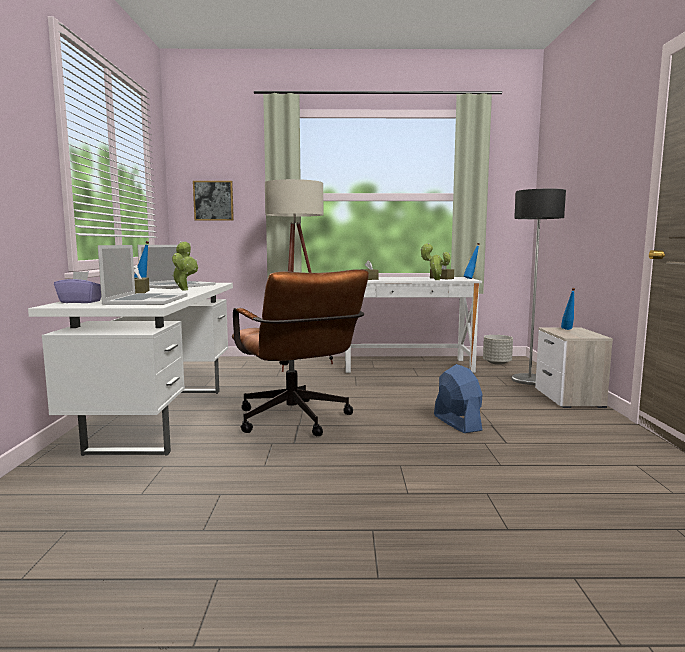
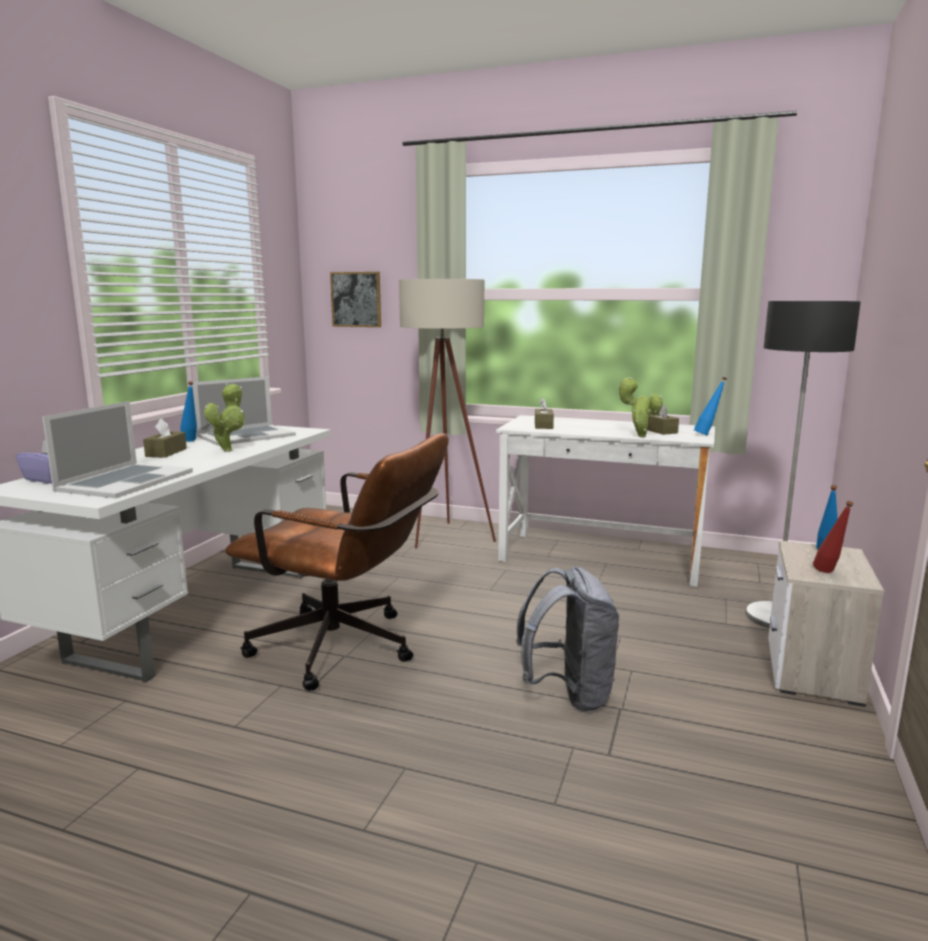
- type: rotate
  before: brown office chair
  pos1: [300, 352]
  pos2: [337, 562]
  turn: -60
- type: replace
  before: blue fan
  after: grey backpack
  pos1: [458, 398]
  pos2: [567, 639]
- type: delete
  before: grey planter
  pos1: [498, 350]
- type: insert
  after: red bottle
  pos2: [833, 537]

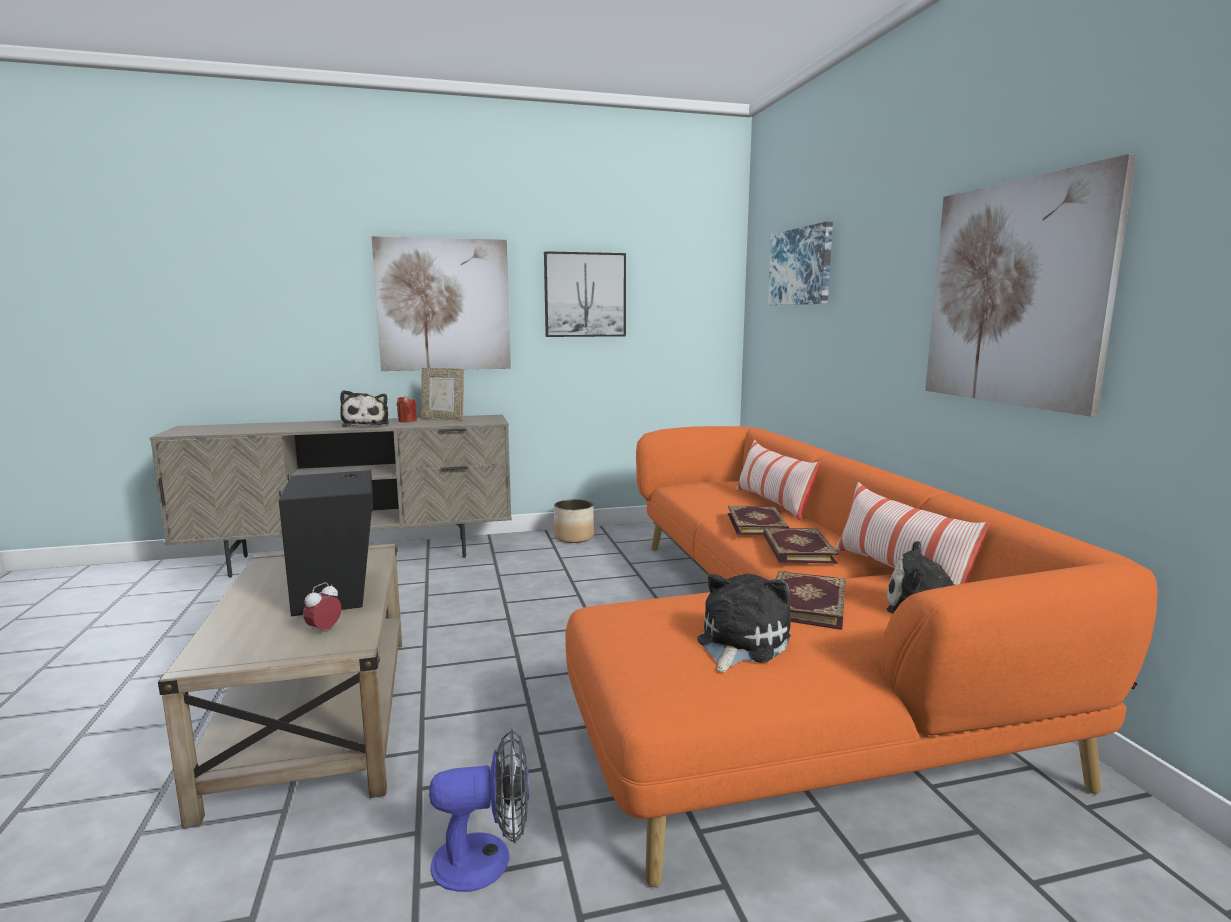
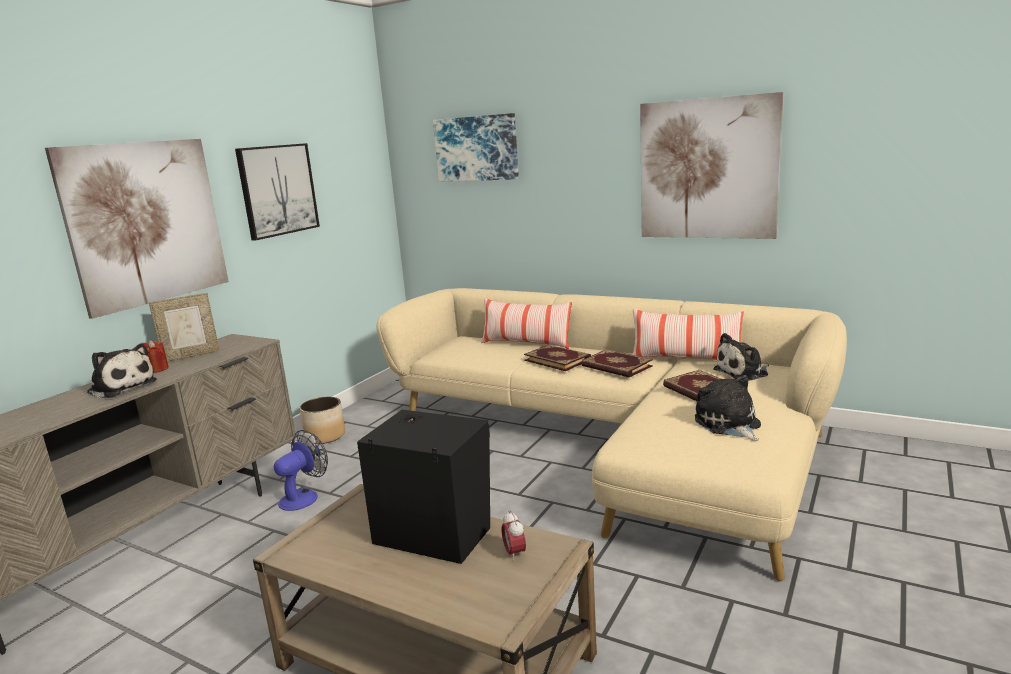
- type: move
  before: fan
  pos1: [479, 810]
  pos2: [301, 470]
- type: recolor
  before: orange sofa
  after: beige sofa
  pos1: [861, 656]
  pos2: [611, 434]

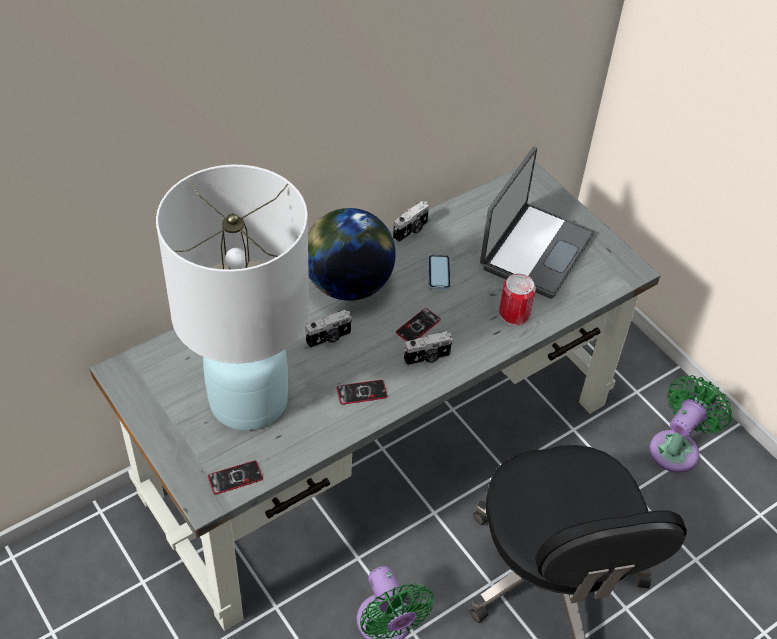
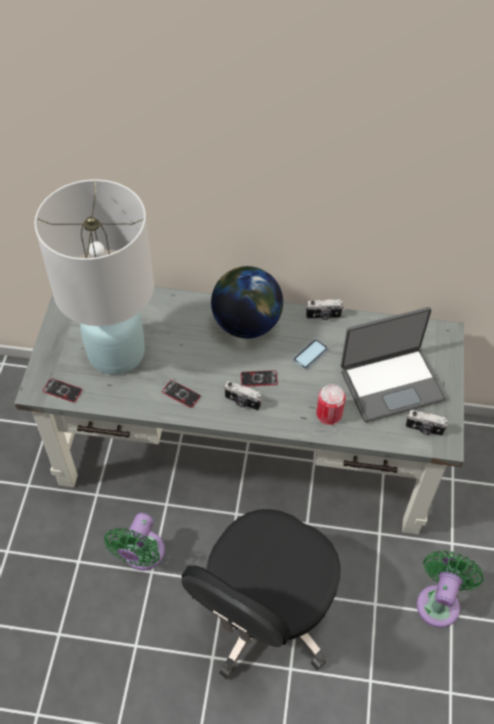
- type: move
  before: photo camera
  pos1: [328, 329]
  pos2: [426, 423]
- type: rotate
  before: green fan
  pos1: [690, 424]
  pos2: [450, 589]
  turn: -60

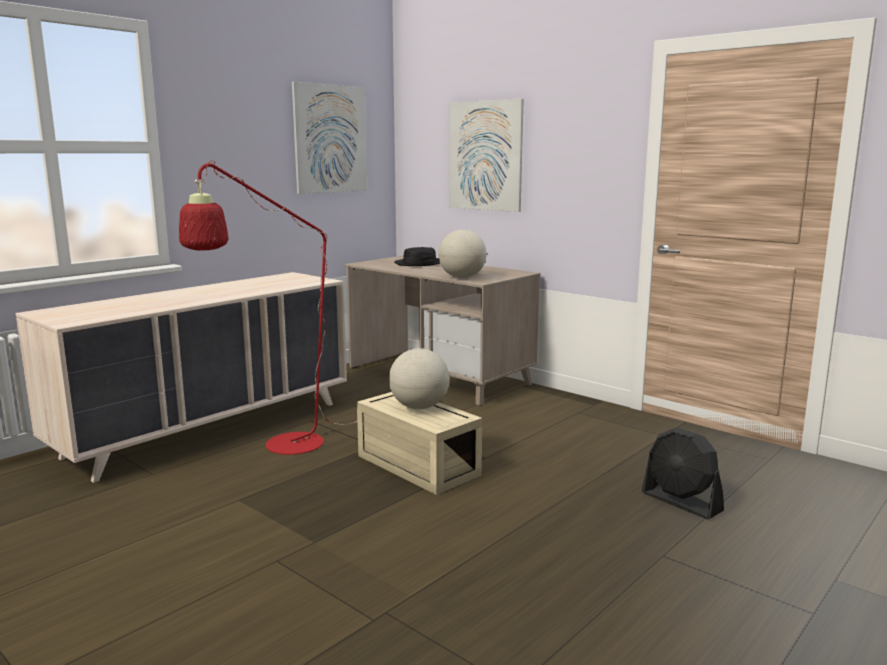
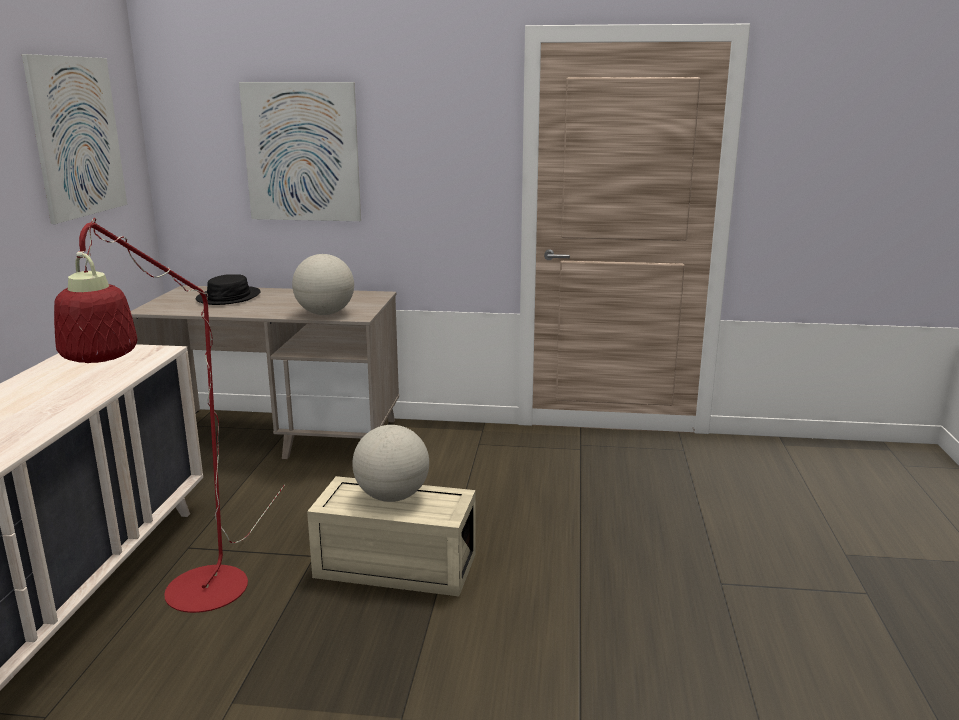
- type: delete
  before: black fan
  pos1: [682, 473]

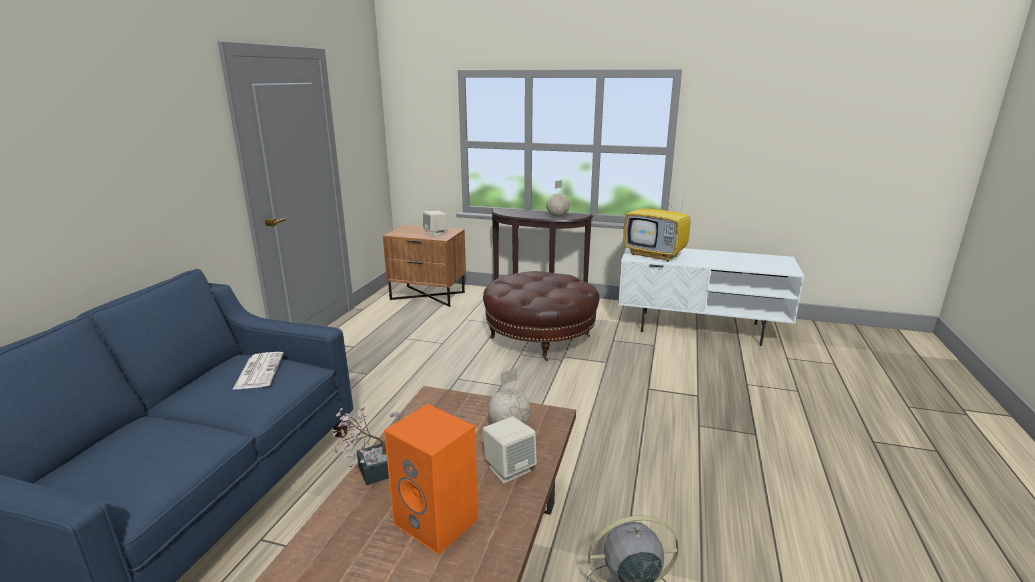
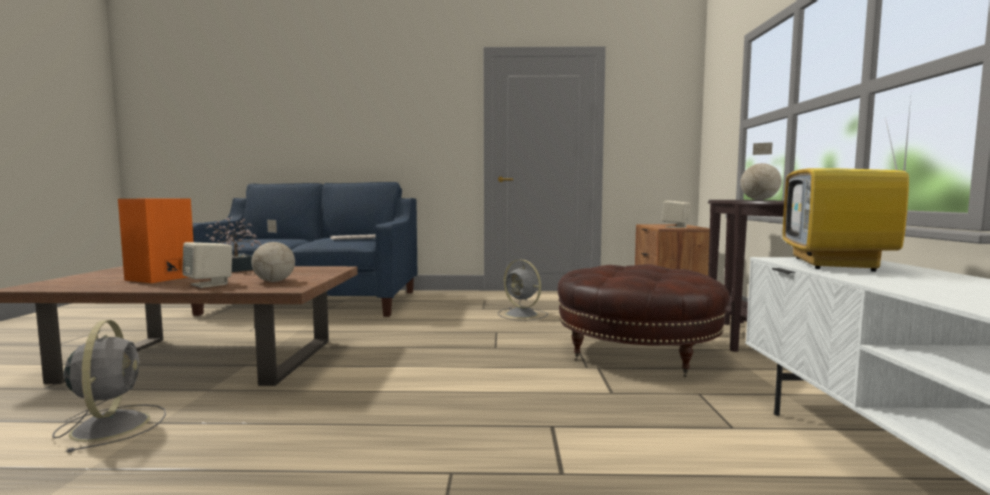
- type: insert
  after: grey fan
  pos2: [523, 290]

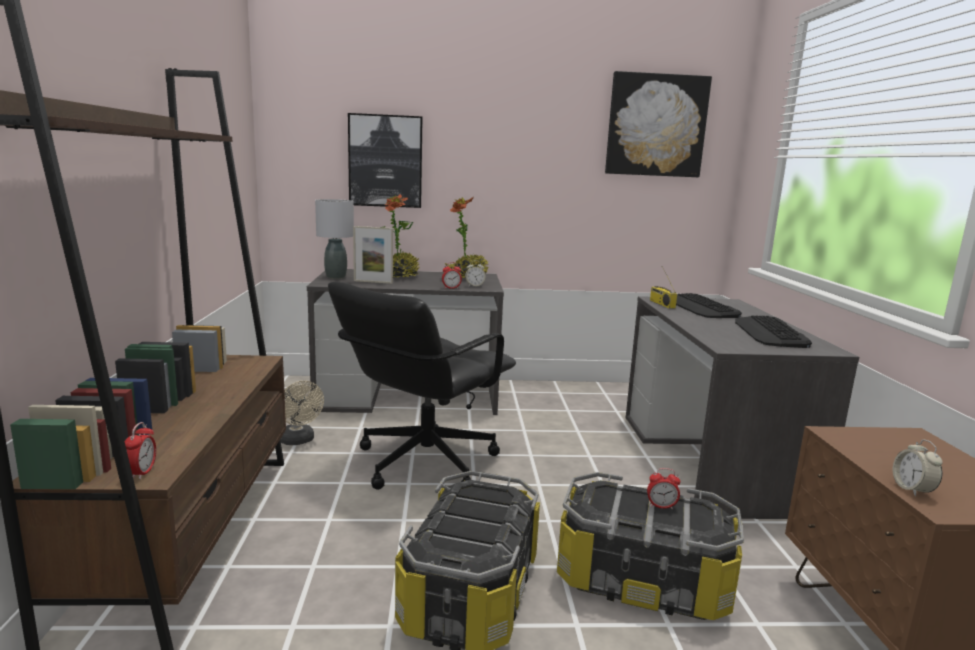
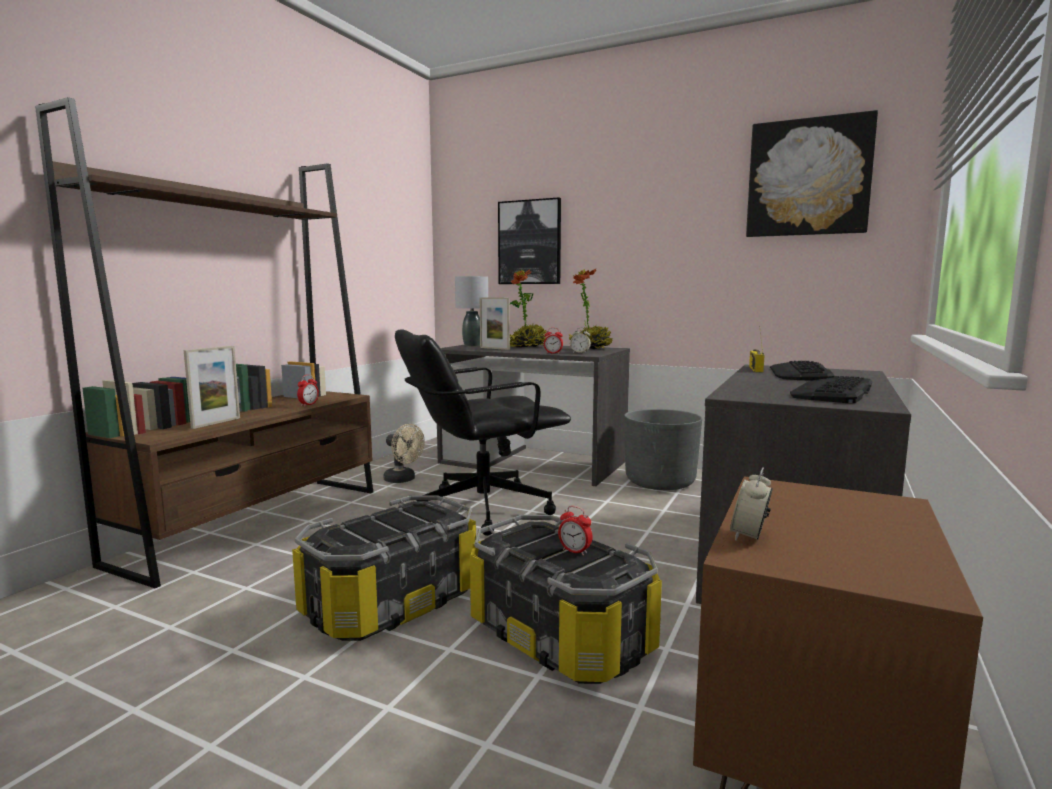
- type: move
  before: alarm clock
  pos1: [140, 450]
  pos2: [308, 390]
- type: rotate
  before: beige fan
  pos1: [302, 413]
  pos2: [404, 453]
  turn: -45
- type: insert
  after: picture frame
  pos2: [212, 387]
- type: insert
  after: grey planter
  pos2: [663, 449]

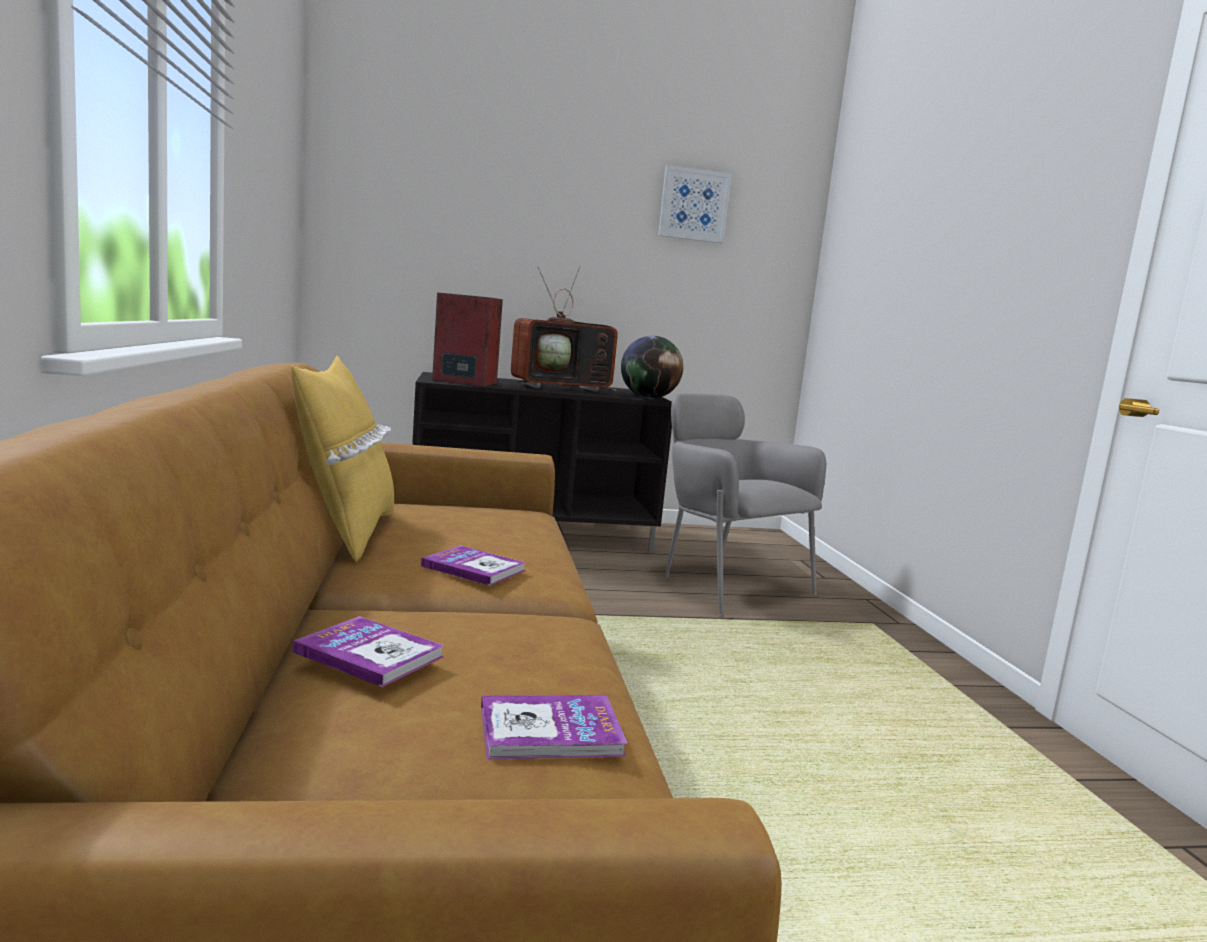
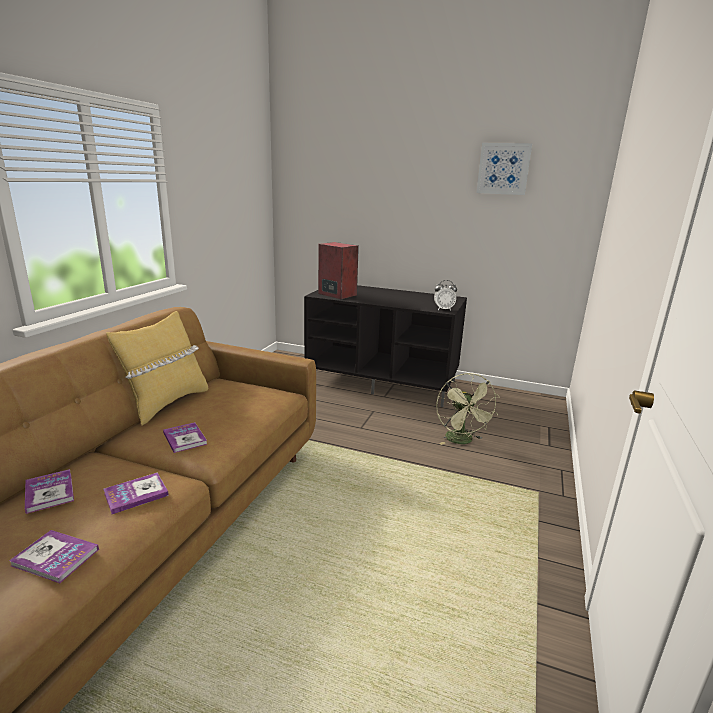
- type: delete
  before: television
  pos1: [564, 329]
- type: replace
  before: globe
  after: alarm clock
  pos1: [652, 367]
  pos2: [445, 295]
- type: replace
  before: grey armchair
  after: green fan
  pos1: [745, 505]
  pos2: [468, 409]
- type: insert
  after: book
  pos2: [136, 493]

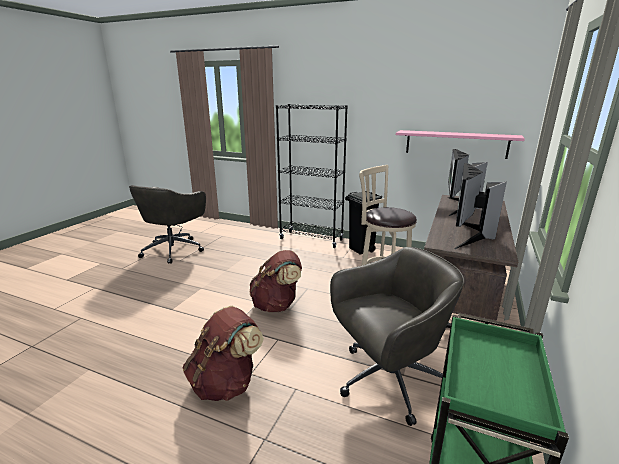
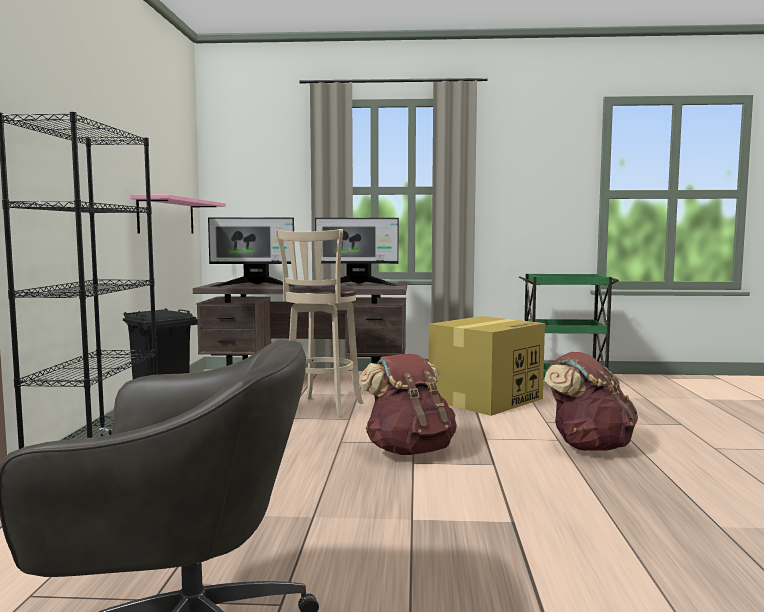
- type: replace
  before: grey office chair
  after: cardboard box
  pos1: [397, 336]
  pos2: [486, 366]

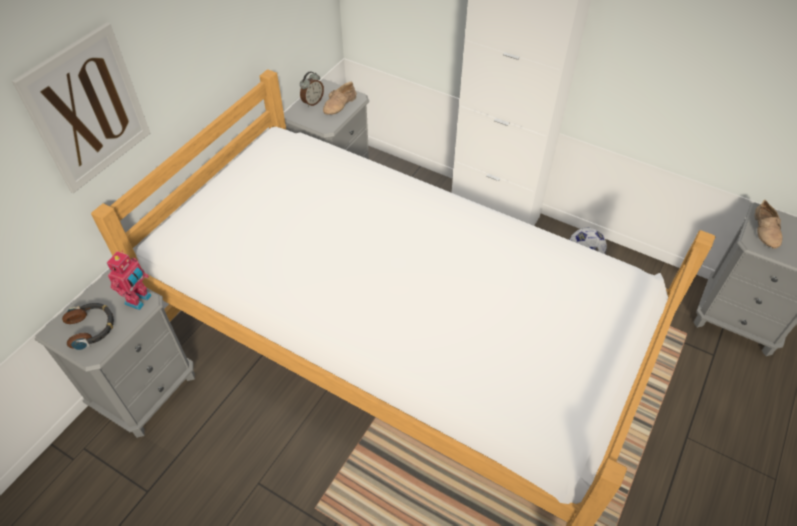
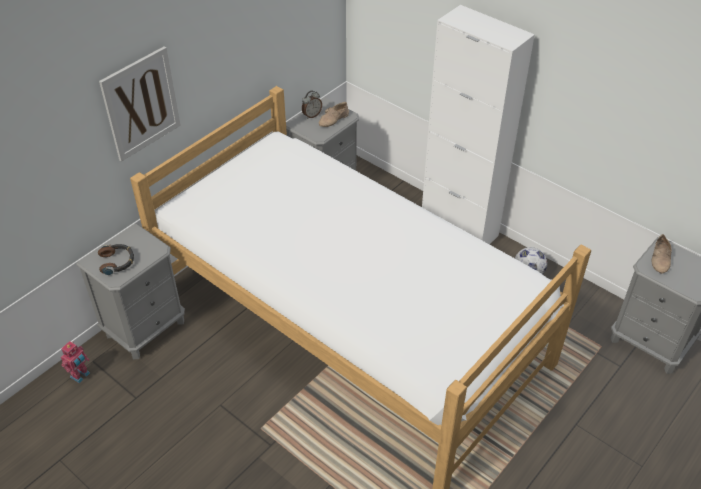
- type: move
  before: toy robot
  pos1: [129, 280]
  pos2: [75, 362]

